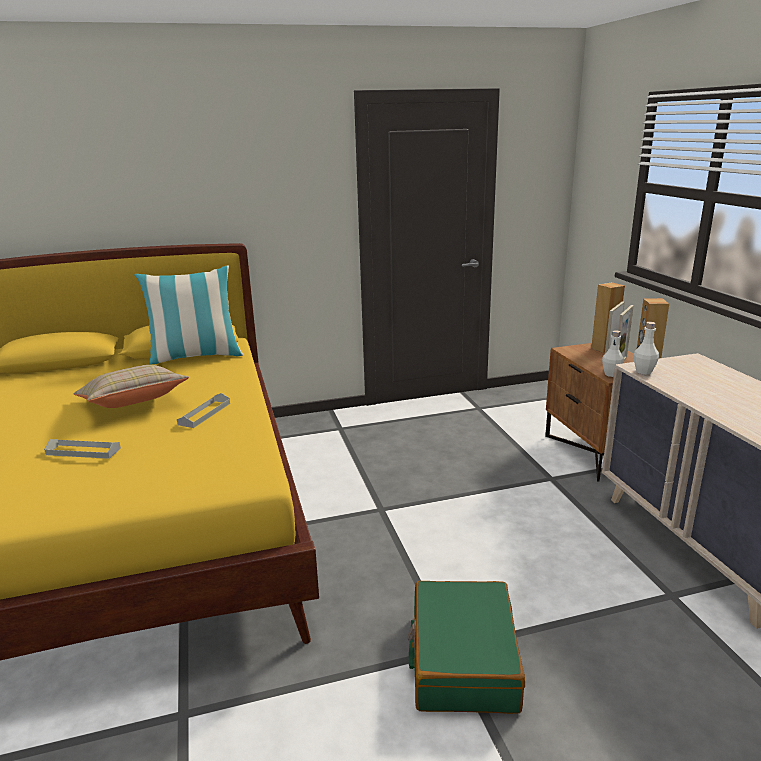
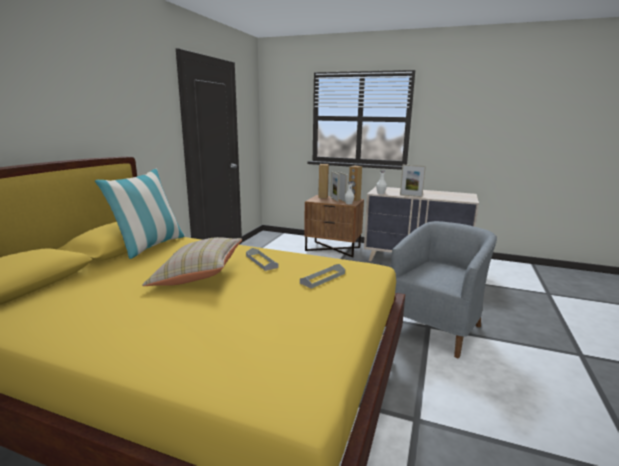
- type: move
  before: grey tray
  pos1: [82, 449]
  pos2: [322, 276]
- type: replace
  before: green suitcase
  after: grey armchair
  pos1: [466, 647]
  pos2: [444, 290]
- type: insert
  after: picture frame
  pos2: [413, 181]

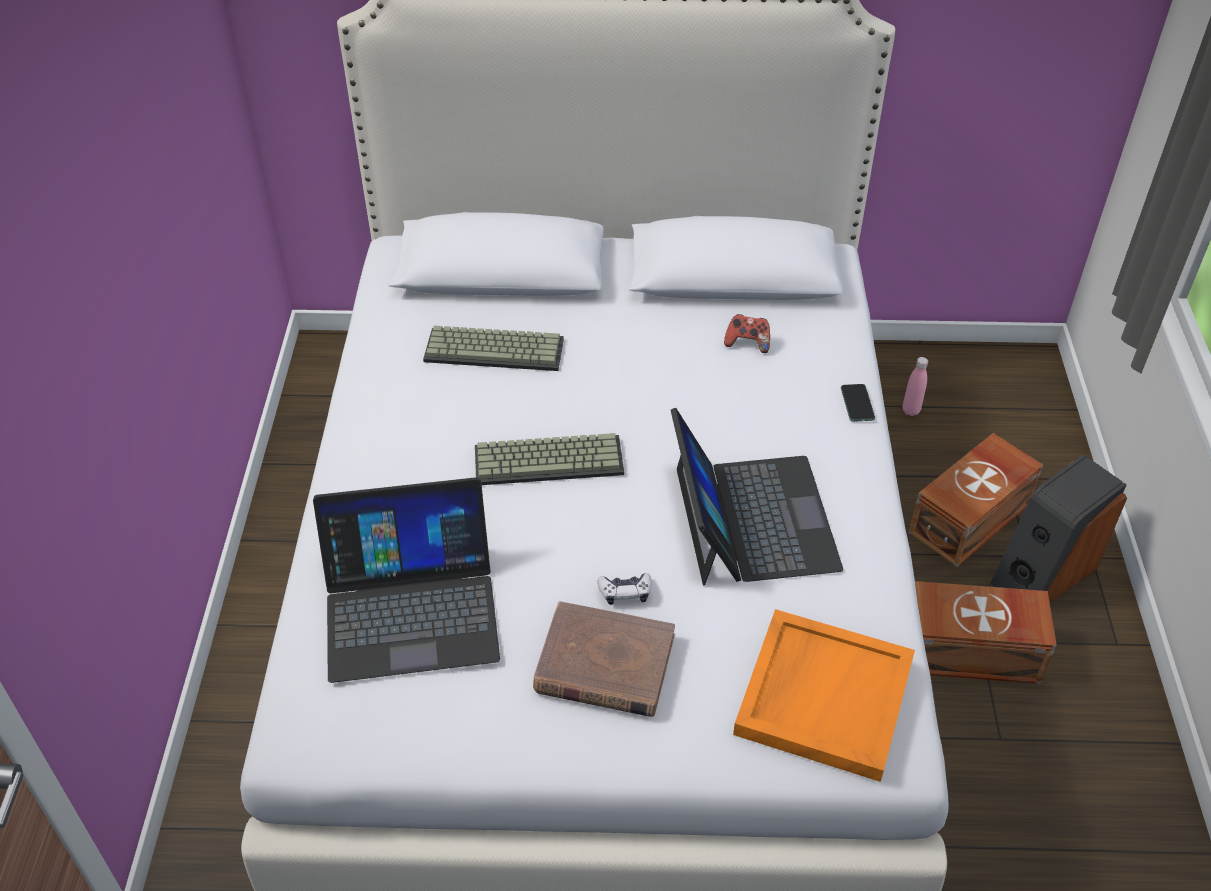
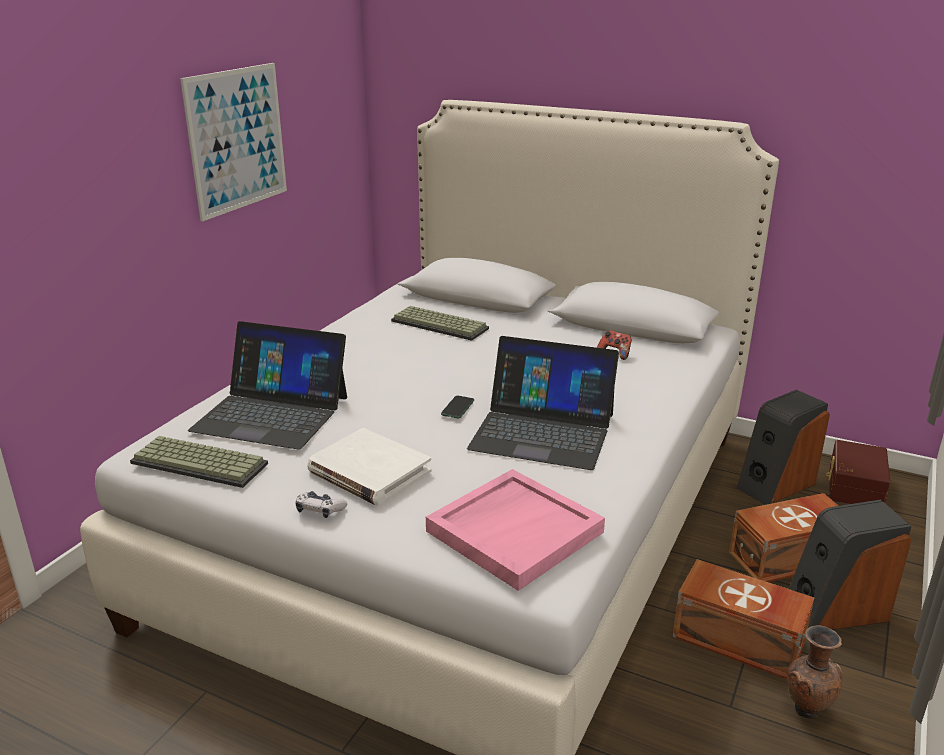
- type: move
  before: keyboard
  pos1: [549, 459]
  pos2: [199, 462]
- type: recolor
  before: brown book
  after: white book
  pos1: [604, 659]
  pos2: [369, 467]
- type: move
  before: game controller
  pos1: [624, 589]
  pos2: [321, 504]
- type: rotate
  before: laptop
  pos1: [757, 496]
  pos2: [543, 403]
  turn: 90
- type: recolor
  before: orange tray
  after: pink tray
  pos1: [824, 695]
  pos2: [515, 530]
- type: move
  before: phone
  pos1: [858, 403]
  pos2: [457, 407]
- type: replace
  before: pink bottle
  after: speaker
  pos1: [915, 386]
  pos2: [783, 447]
- type: insert
  after: picture
  pos2: [233, 142]
- type: insert
  after: brown vase
  pos2: [815, 672]
- type: insert
  after: brown storage box
  pos2: [858, 472]

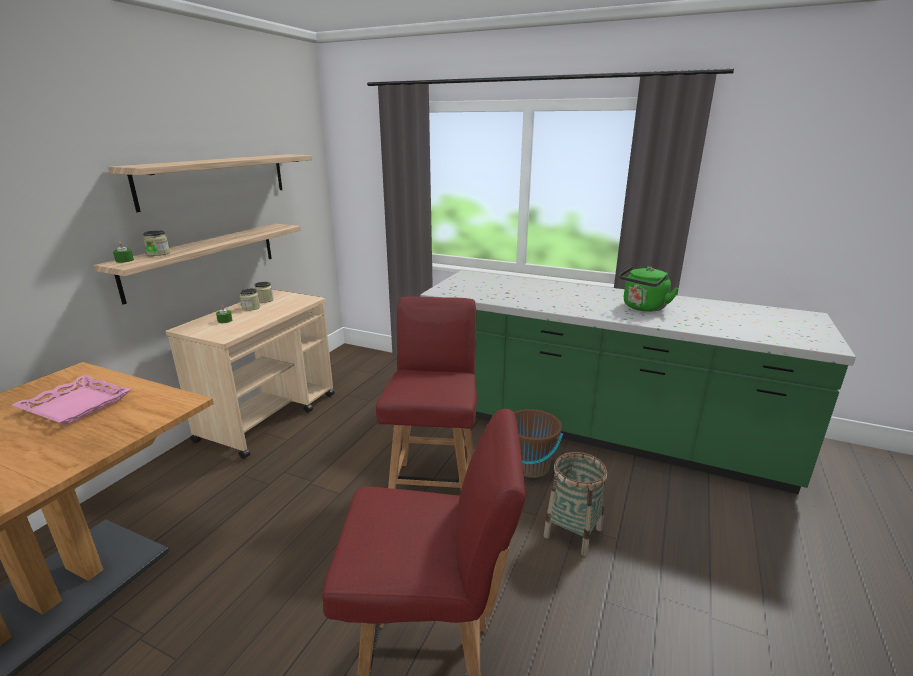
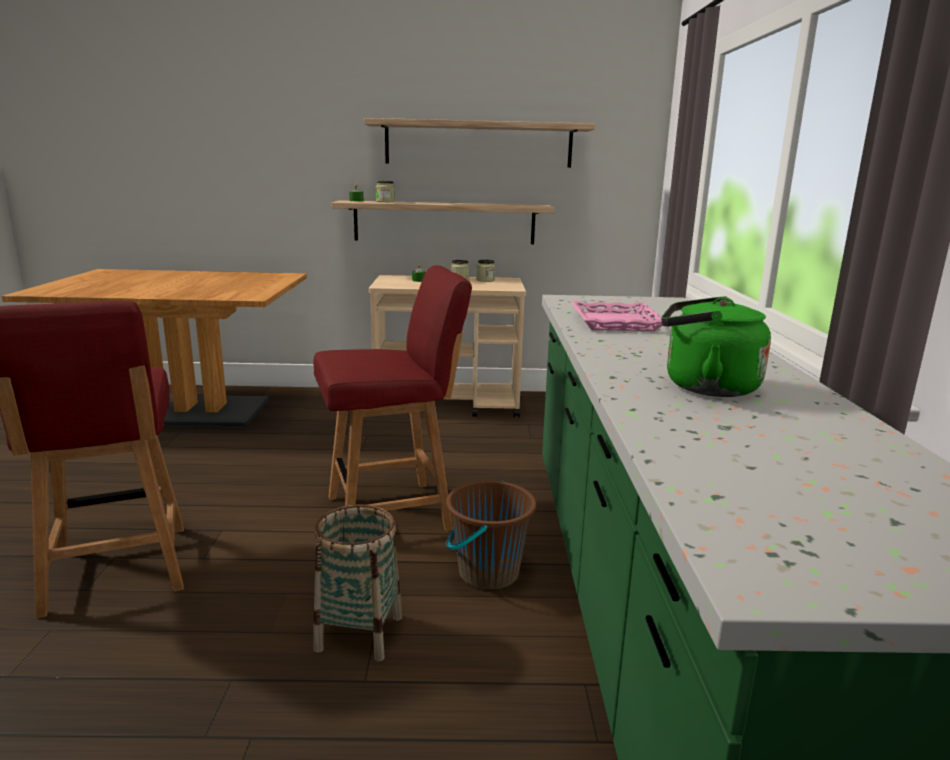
- type: move
  before: pink tray
  pos1: [71, 400]
  pos2: [617, 316]

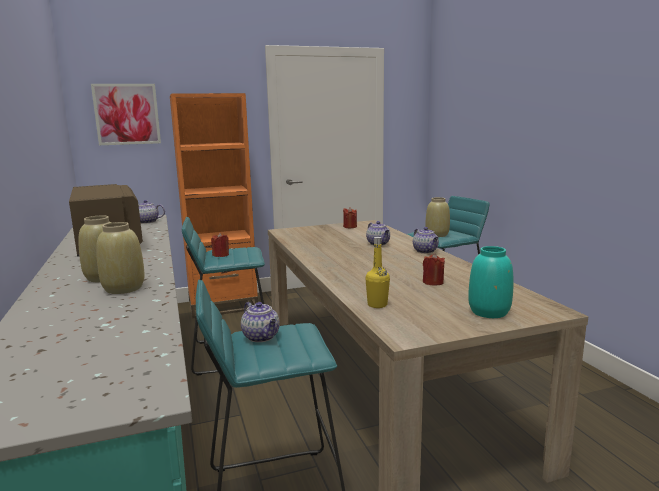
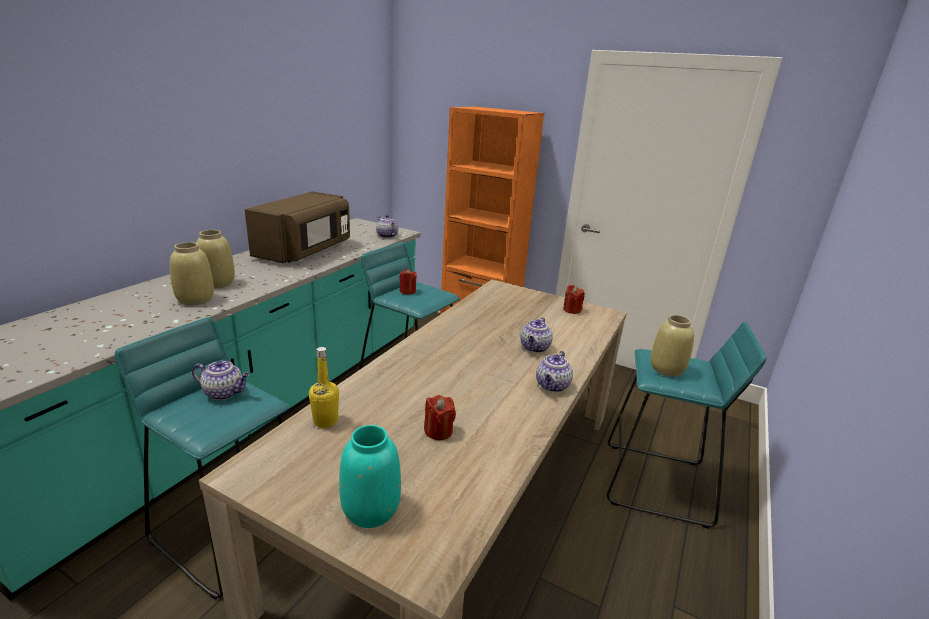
- type: delete
  before: picture
  pos1: [126, 114]
- type: rotate
  before: teapot
  pos1: [260, 322]
  pos2: [221, 380]
  turn: -90

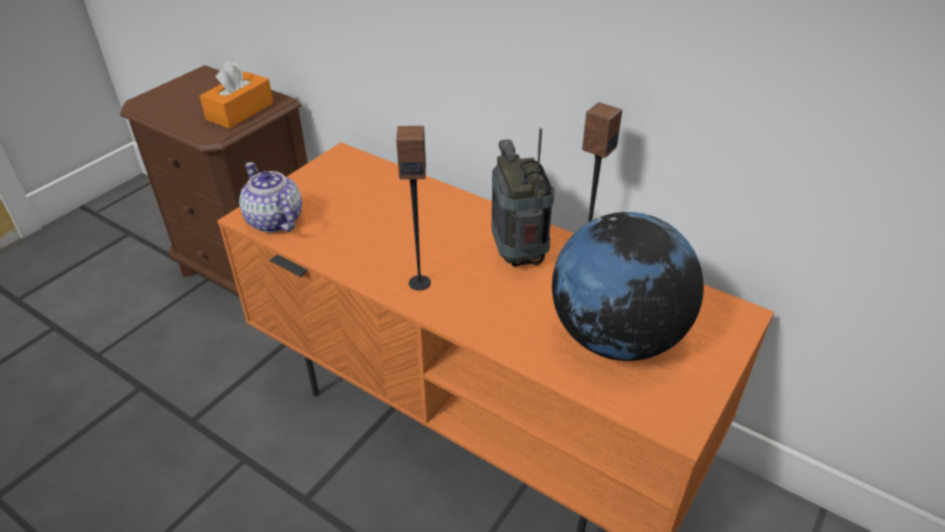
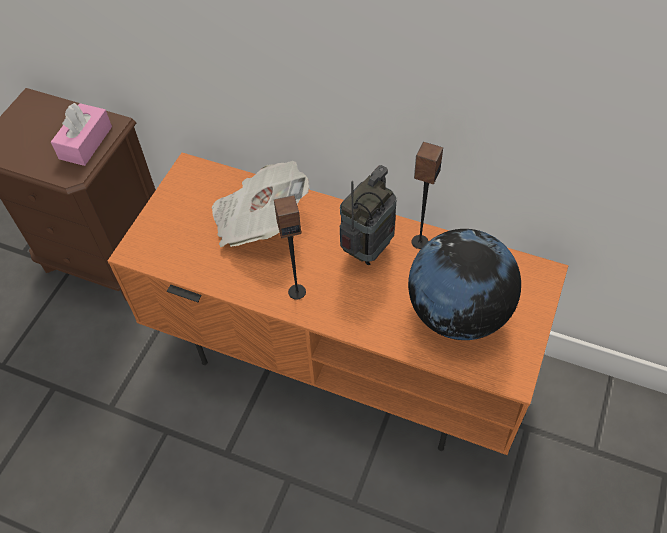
- type: recolor
  before: orange tissue box
  after: pink tissue box
  pos1: [237, 94]
  pos2: [81, 134]
- type: delete
  before: teapot
  pos1: [270, 197]
- type: rotate
  before: radio
  pos1: [523, 197]
  pos2: [368, 215]
  turn: 60
- type: insert
  after: newspaper
  pos2: [260, 204]

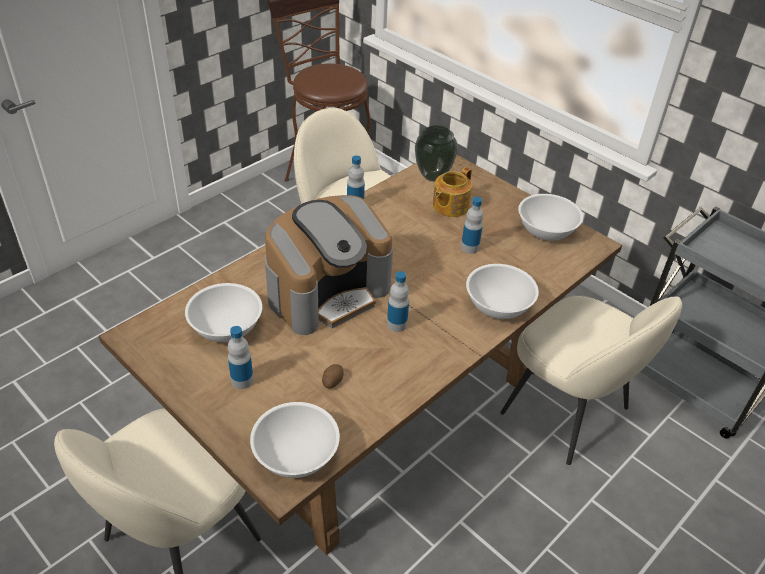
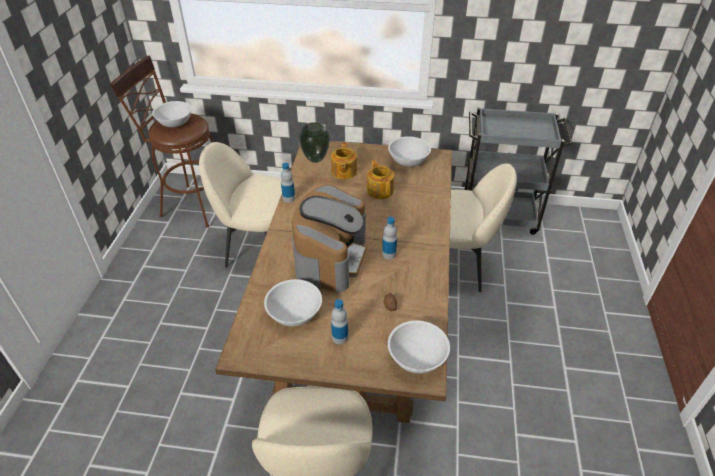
- type: replace
  before: bottle
  after: teapot
  pos1: [472, 225]
  pos2: [380, 179]
- type: move
  before: white bowl
  pos1: [502, 291]
  pos2: [172, 114]

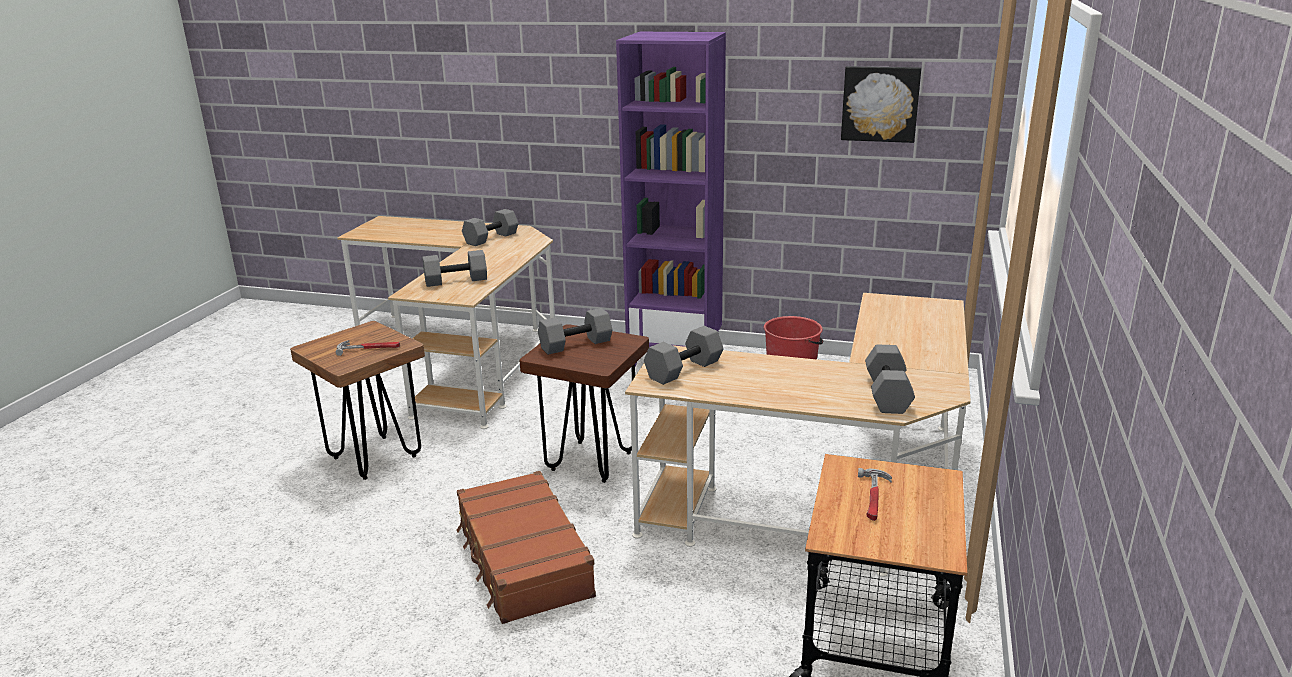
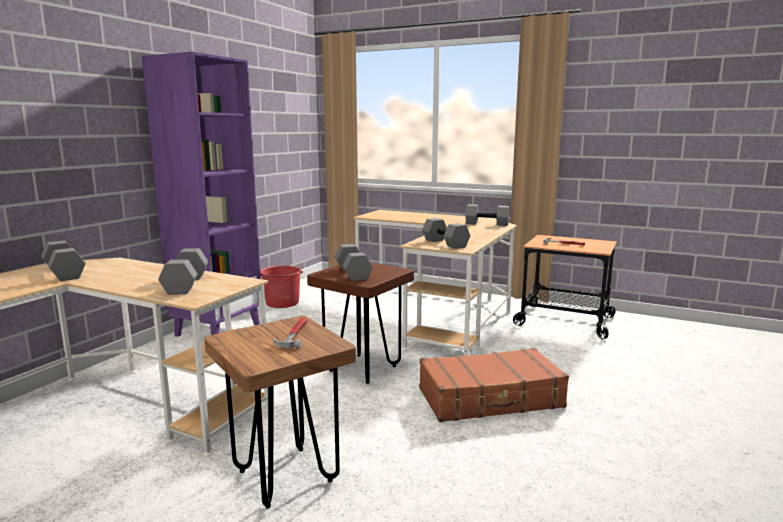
- type: delete
  before: picture
  pos1: [881, 104]

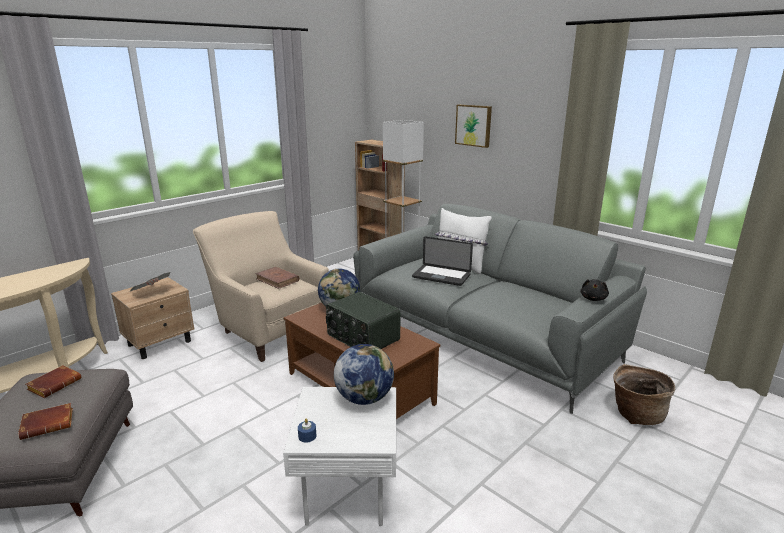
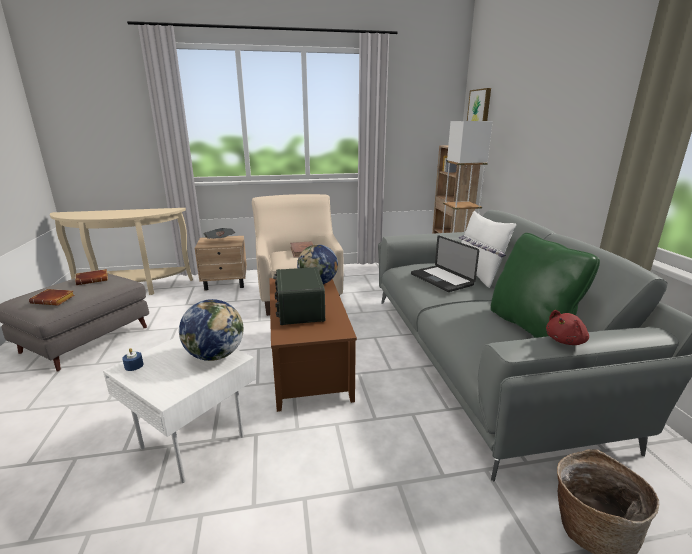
- type: move
  before: picture
  pos1: [473, 126]
  pos2: [479, 104]
- type: recolor
  before: black plush toy
  after: red plush toy
  pos1: [594, 290]
  pos2: [567, 327]
- type: insert
  after: green pillow
  pos2: [545, 285]

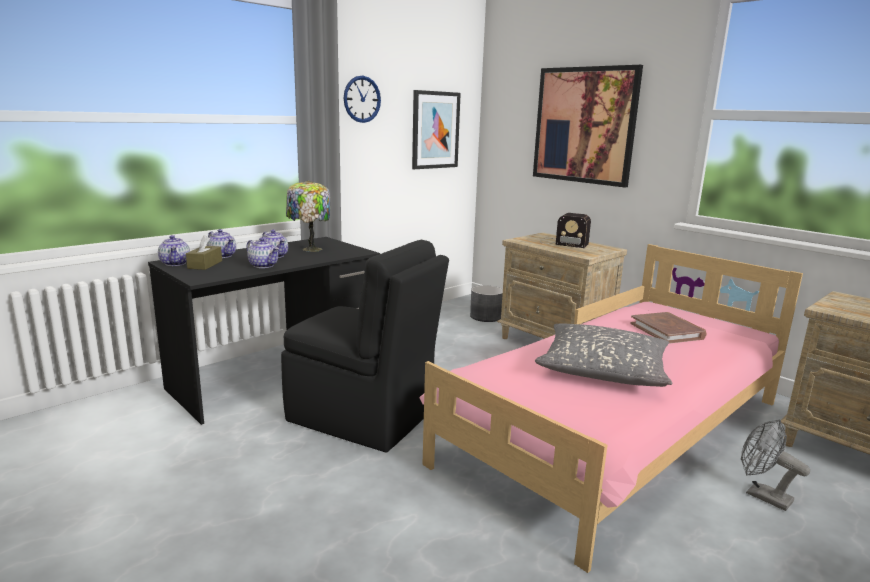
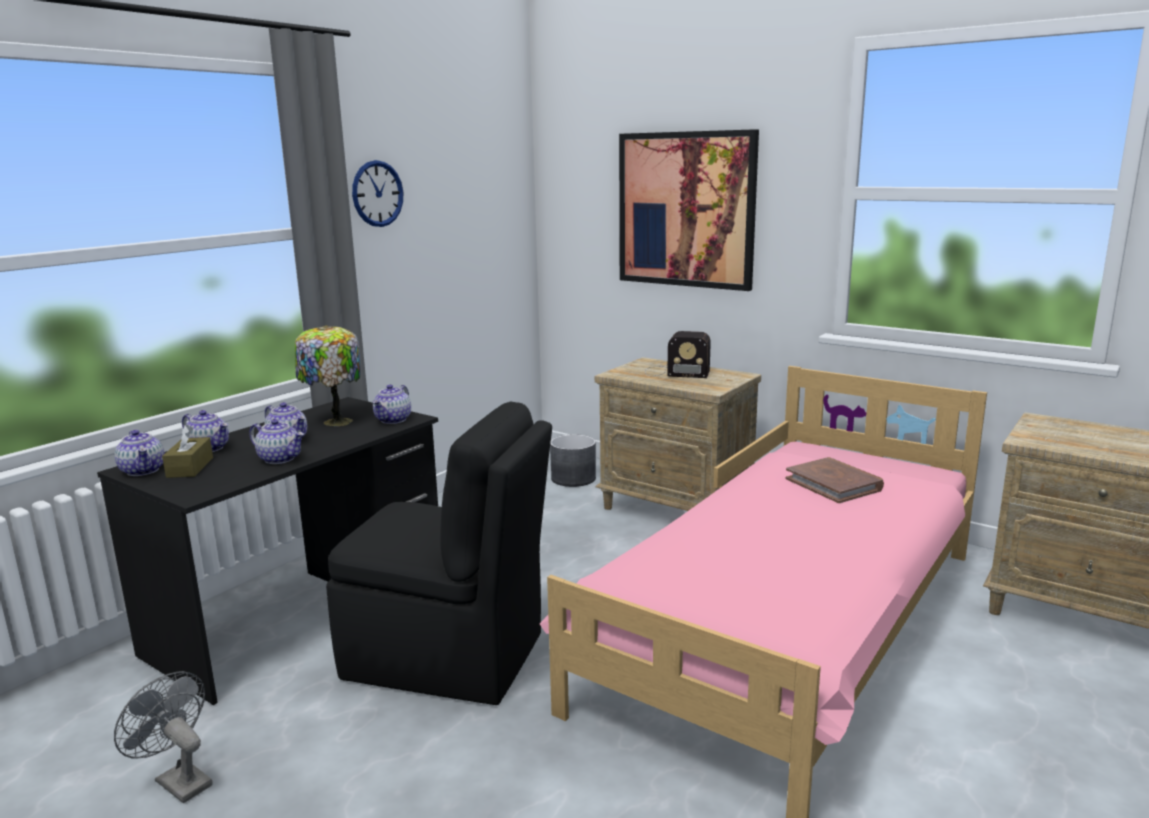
- type: delete
  before: picture
  pos1: [436, 129]
- type: delete
  before: grey pillow
  pos1: [603, 355]
- type: move
  before: grey fan
  pos1: [775, 465]
  pos2: [163, 737]
- type: insert
  after: teapot
  pos2: [392, 404]

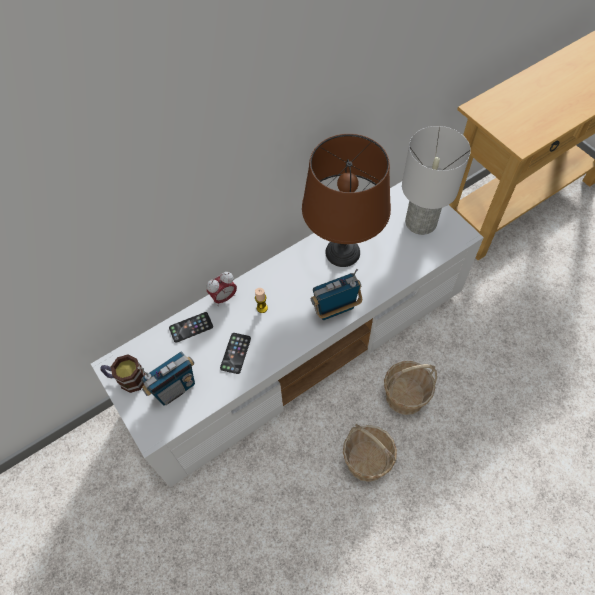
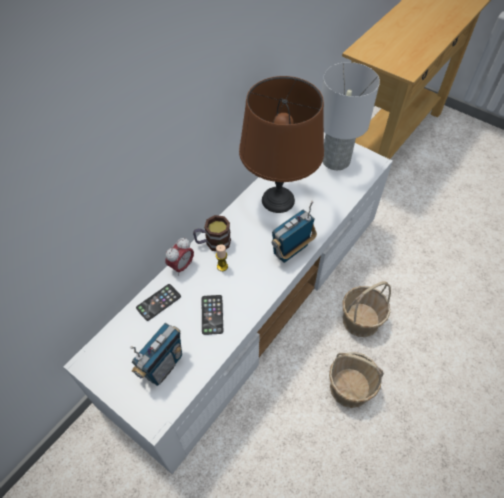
- type: move
  before: mug
  pos1: [123, 373]
  pos2: [212, 233]

